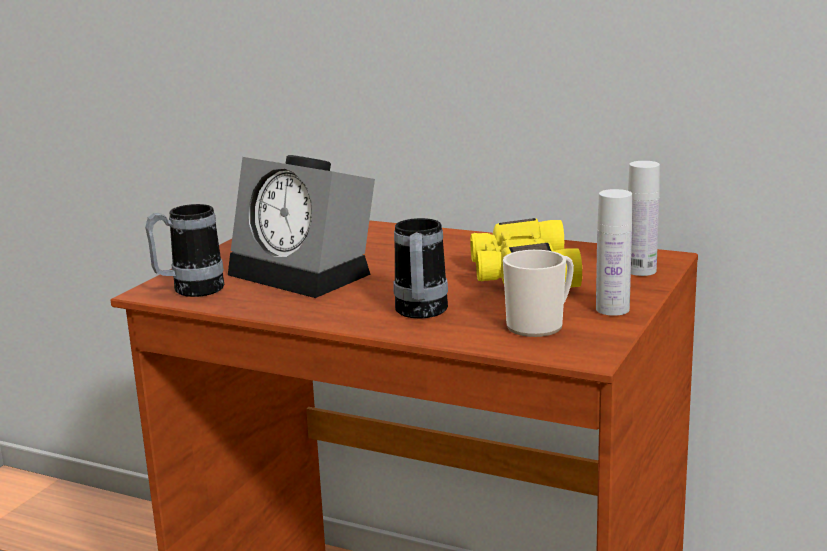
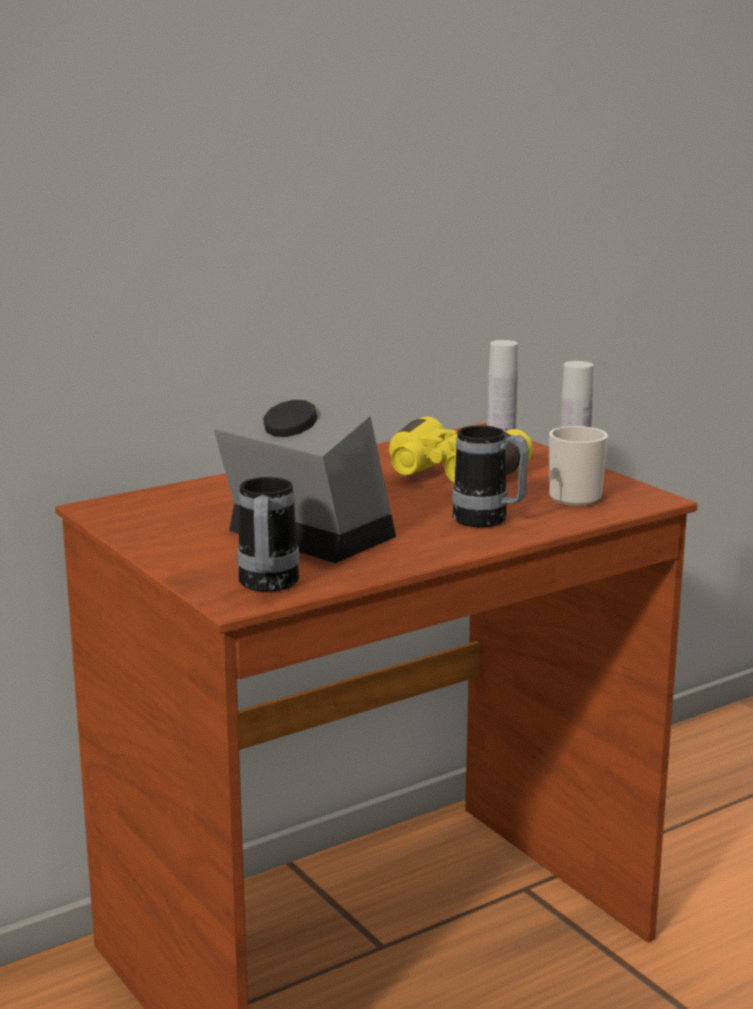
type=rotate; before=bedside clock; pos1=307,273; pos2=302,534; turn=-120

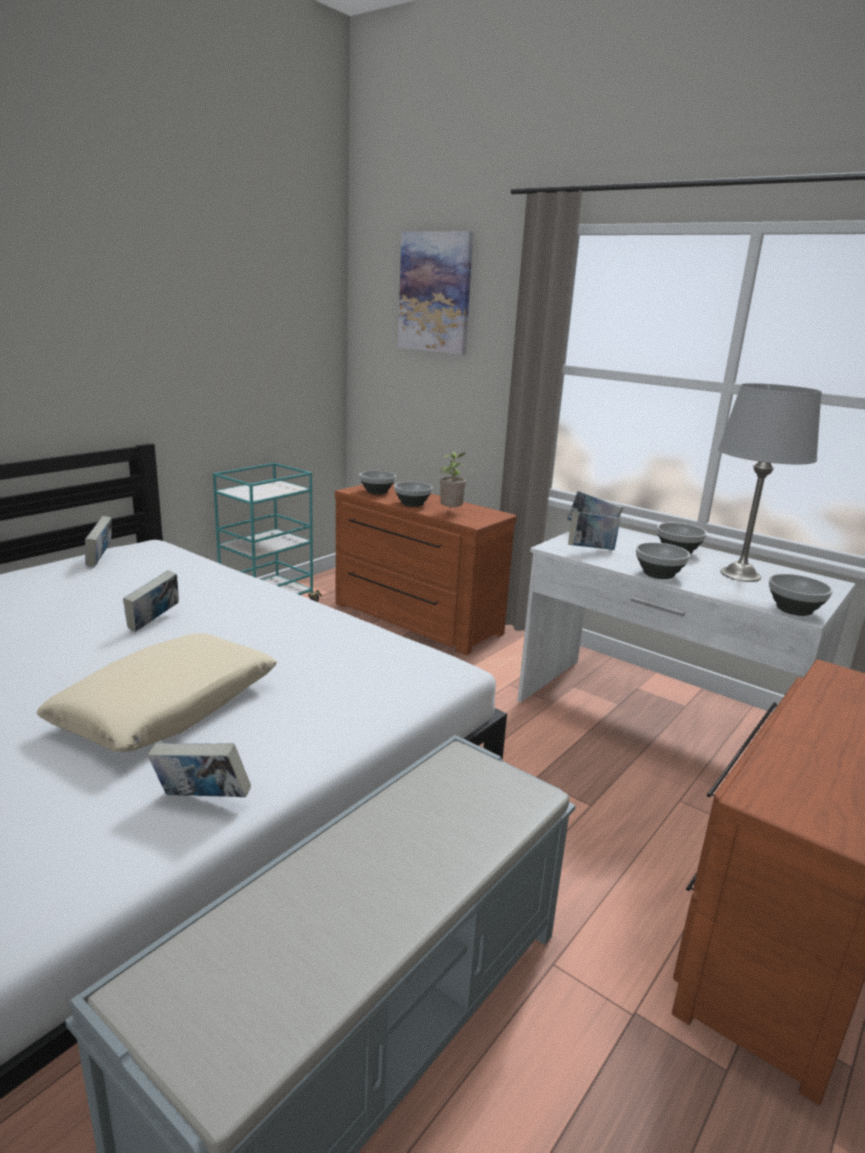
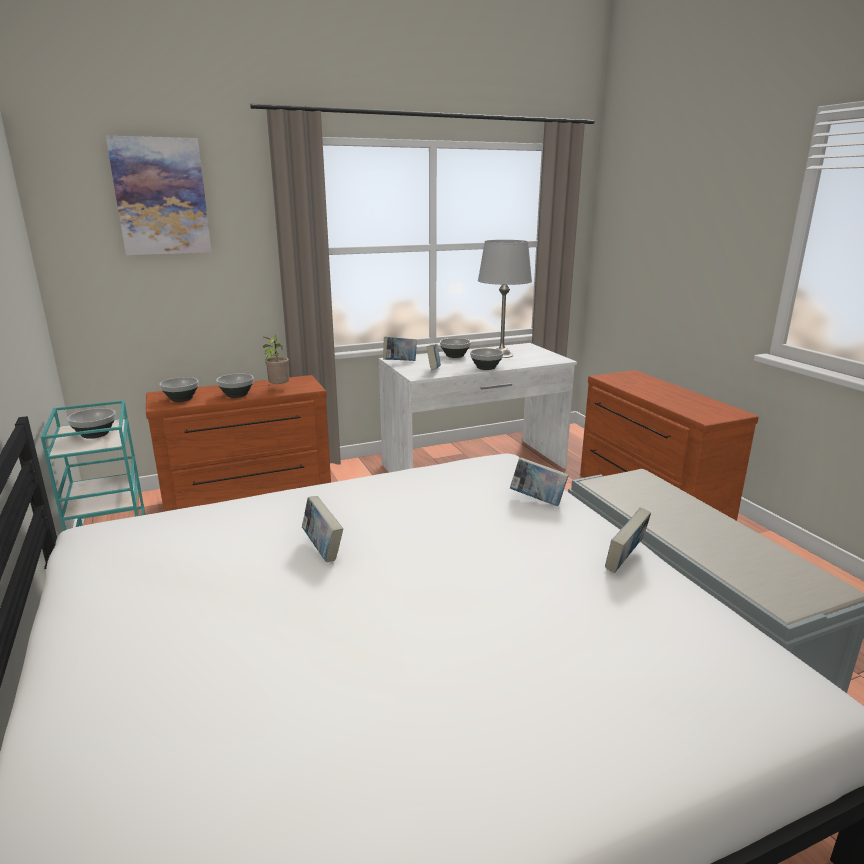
type=delete; before=beige-coloured pillow; pos1=167,708
type=move; before=volume; pos1=101,559; pos2=537,500
type=move; before=bowl; pos1=793,609; pos2=94,434

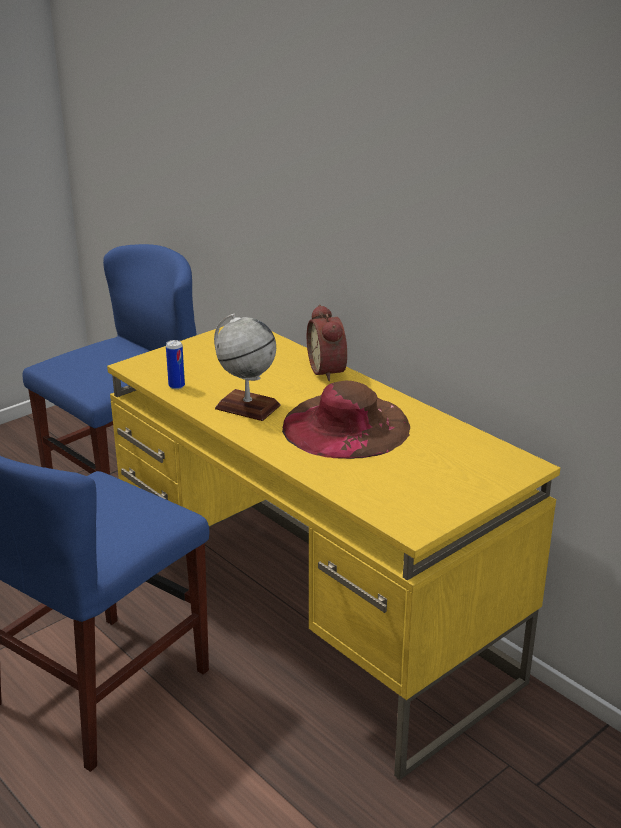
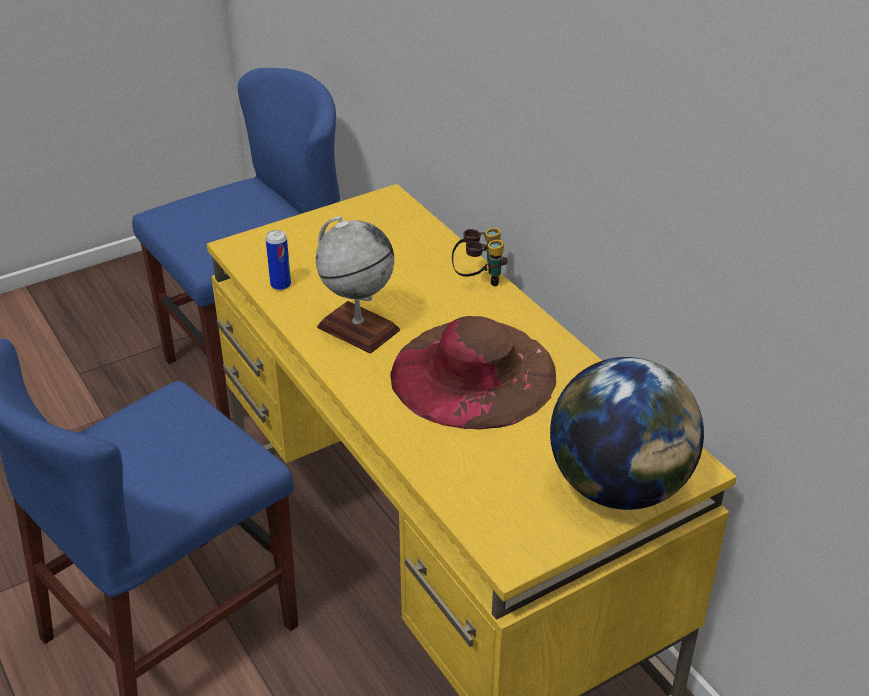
type=insert; after=desk globe; pos2=619,487
type=replace; before=bedside clock; after=field glasses; pos1=330,370; pos2=479,279

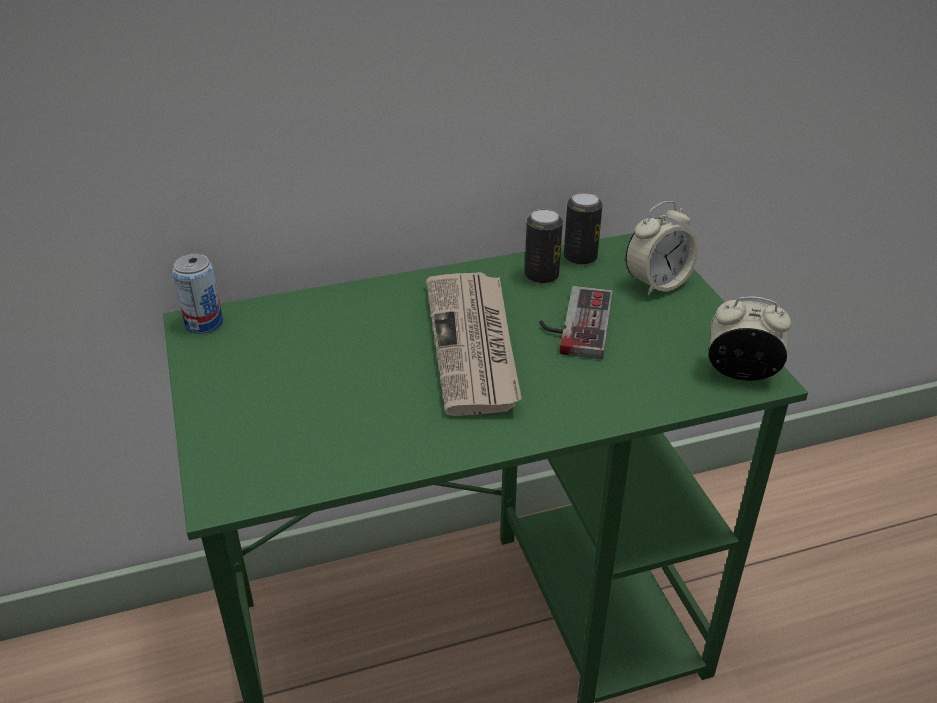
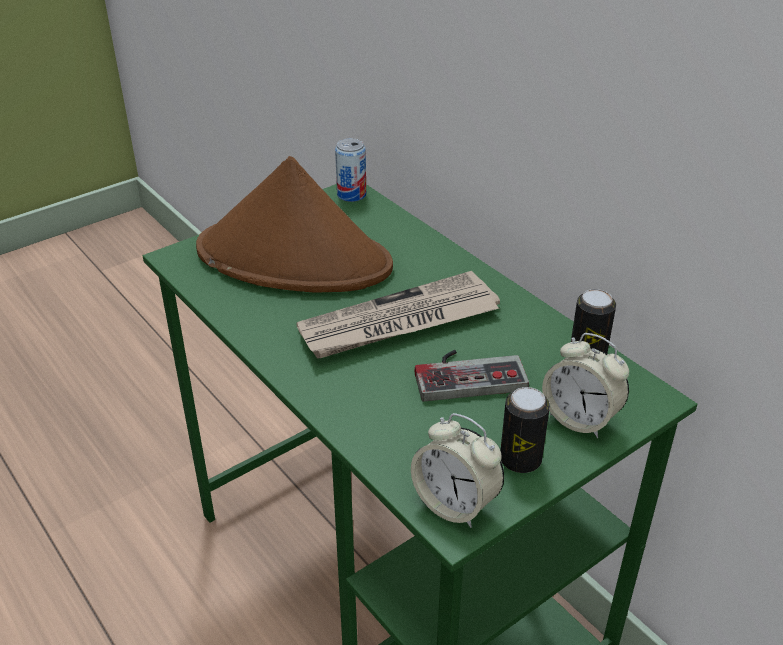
type=insert; after=brown clothing hat; pos2=295,258
type=move; before=metal can; pos1=541,276; pos2=520,460
type=rotate; before=bedside clock; pos1=741,372; pos2=455,504; turn=135

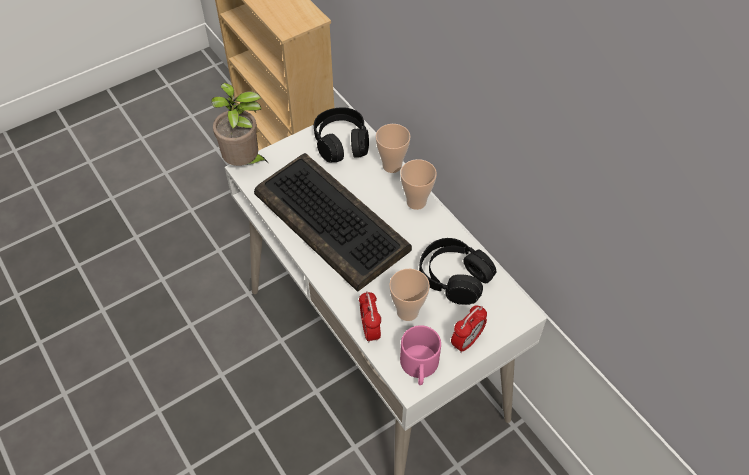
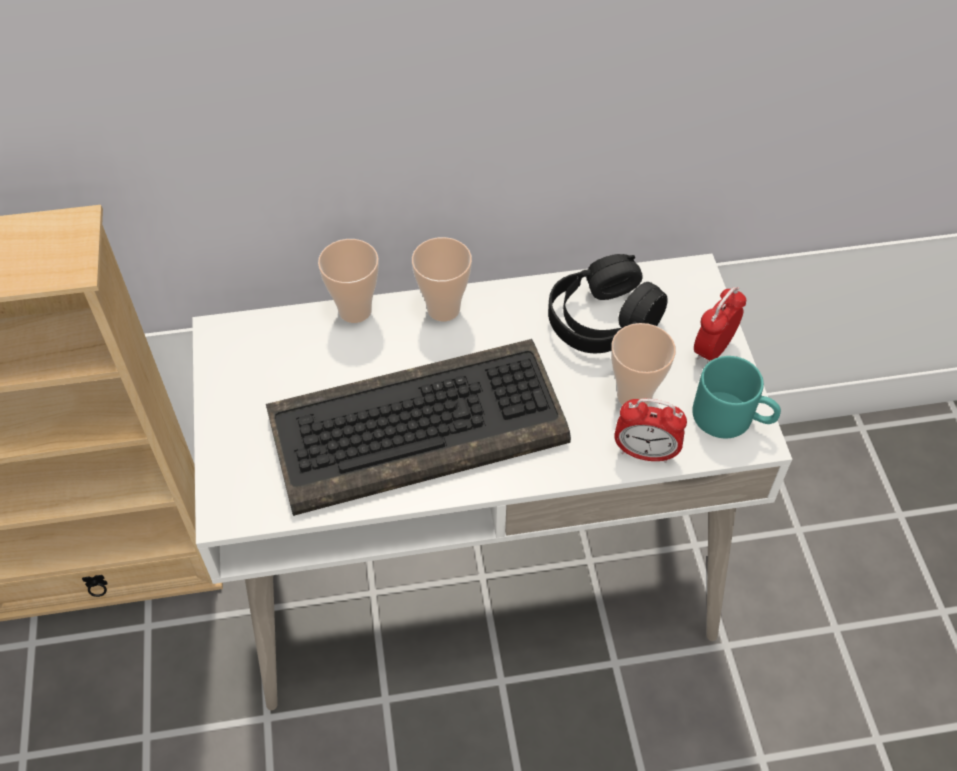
type=delete; before=houseplant; pos1=245,163
type=delete; before=black-coloured headphones; pos1=341,143
type=recolor; before=pinkish mug; after=turquoise mug; pos1=420,367; pos2=733,417
type=rotate; before=bedside clock; pos1=466,341; pos2=713,349; turn=-120

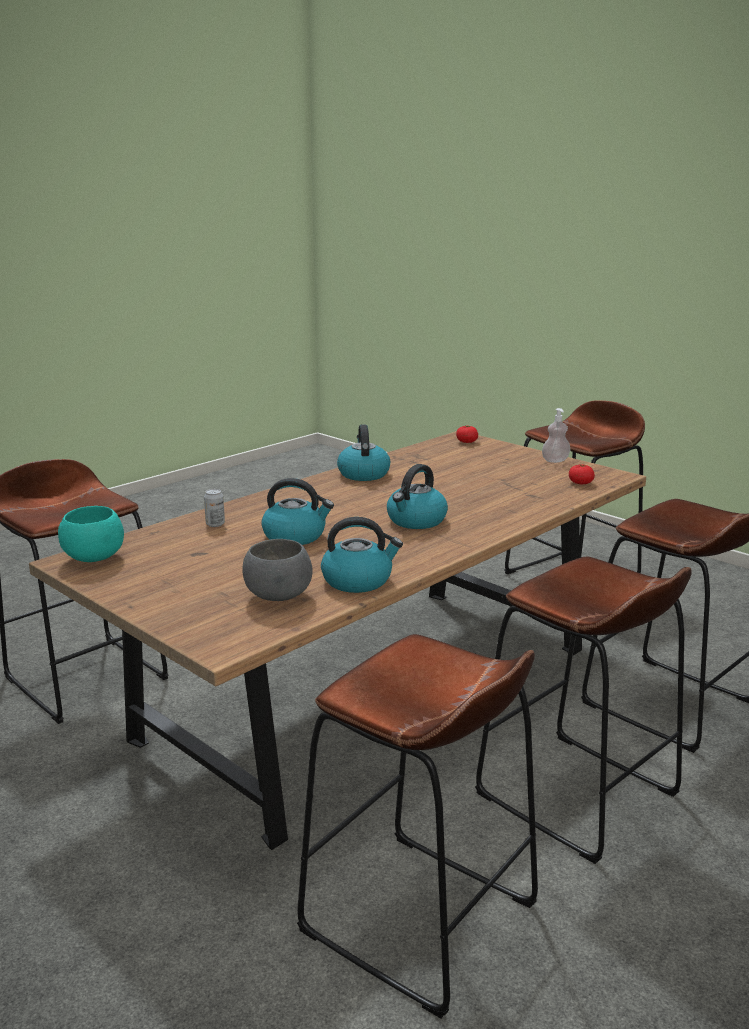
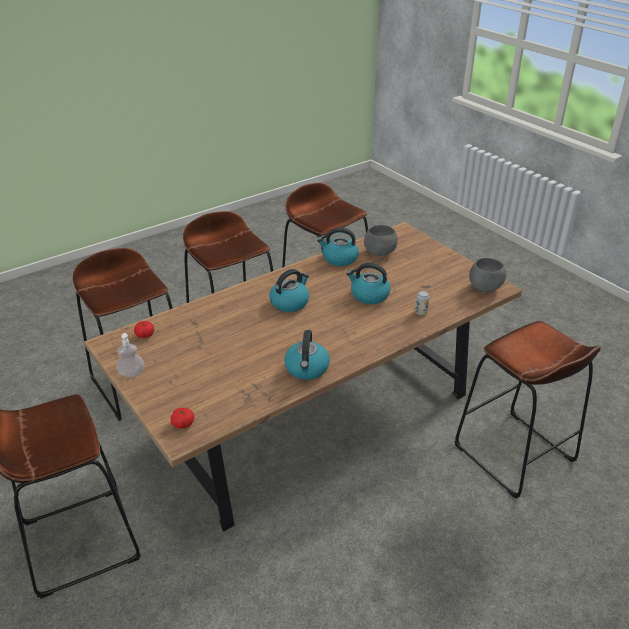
type=recolor; before=turquoise bowl; after=gray bowl; pos1=93,558; pos2=485,288

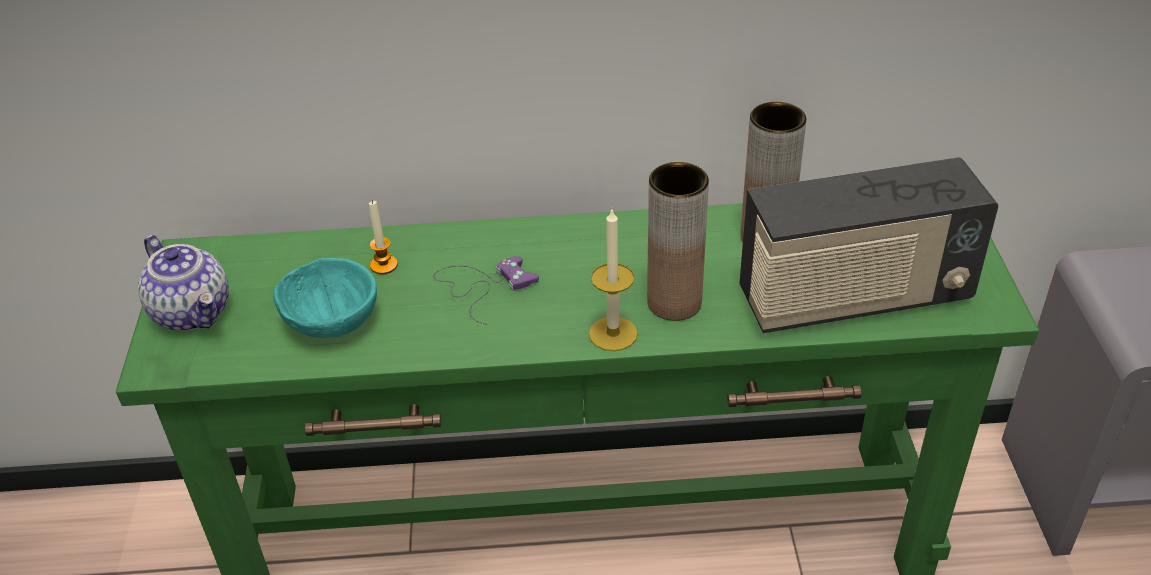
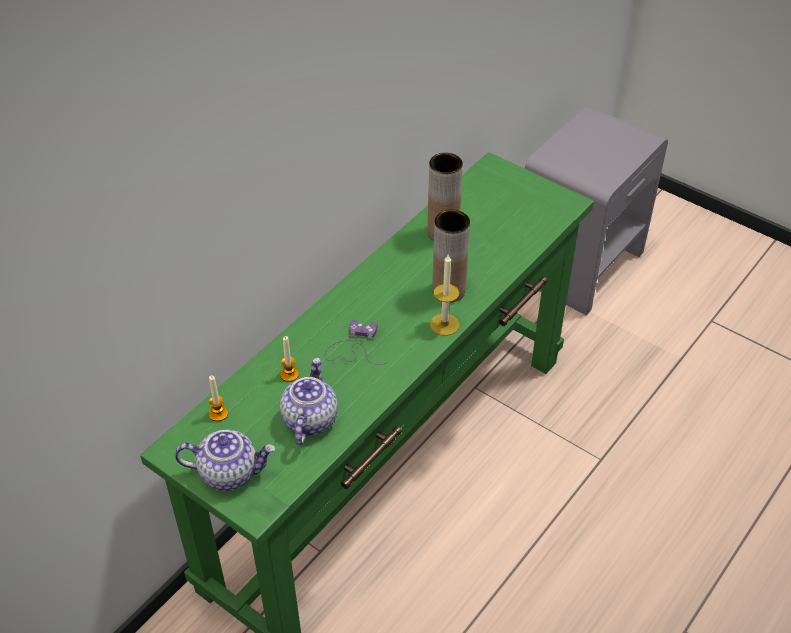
type=delete; before=radio receiver; pos1=853,298
type=insert; after=candle; pos2=218,413
type=replace; before=turquoise bowl; after=tea pot; pos1=331,321; pos2=309,419

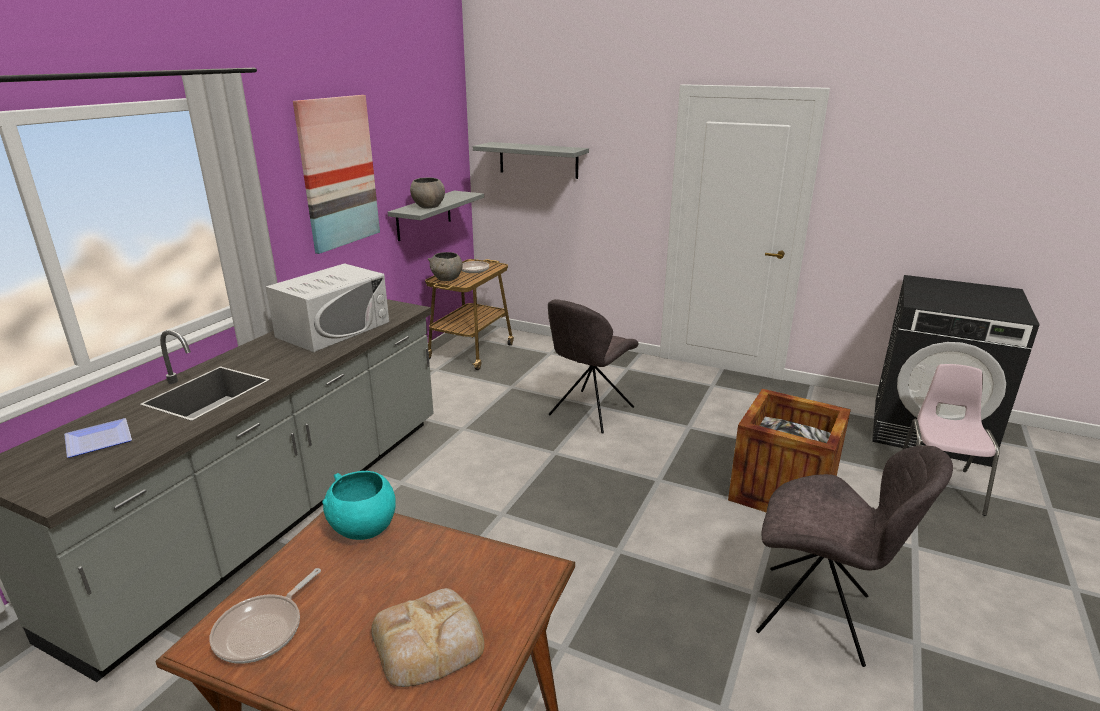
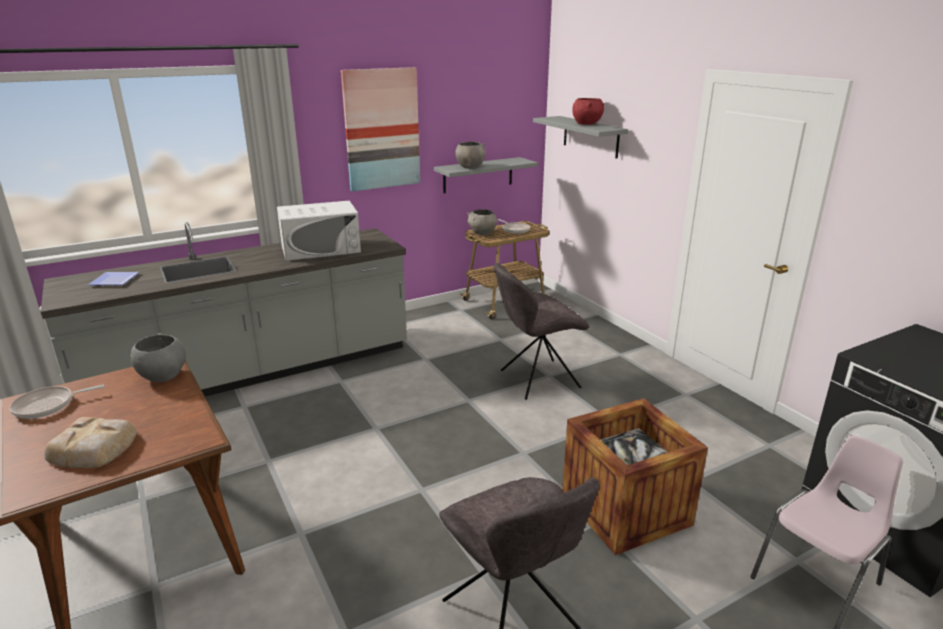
type=insert; after=red bowl; pos2=587,124
type=recolor; before=turquoise bowl; after=gray bowl; pos1=363,529; pos2=163,376

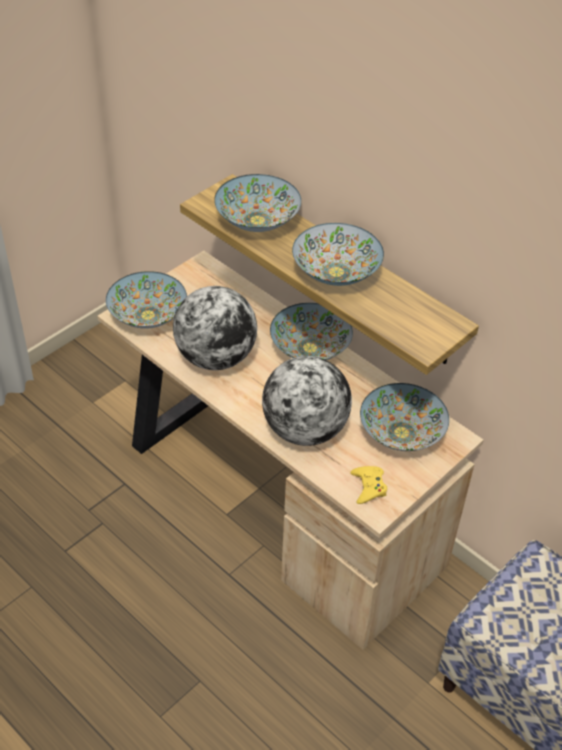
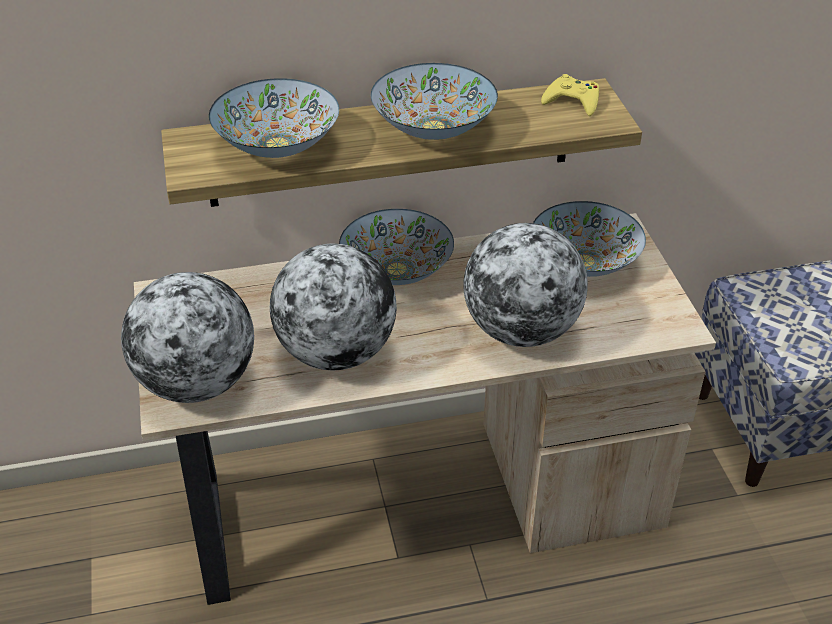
type=move; before=yellow joypad; pos1=368,487; pos2=572,101
type=replace; before=bowl; after=desk globe; pos1=147,316; pos2=197,383

